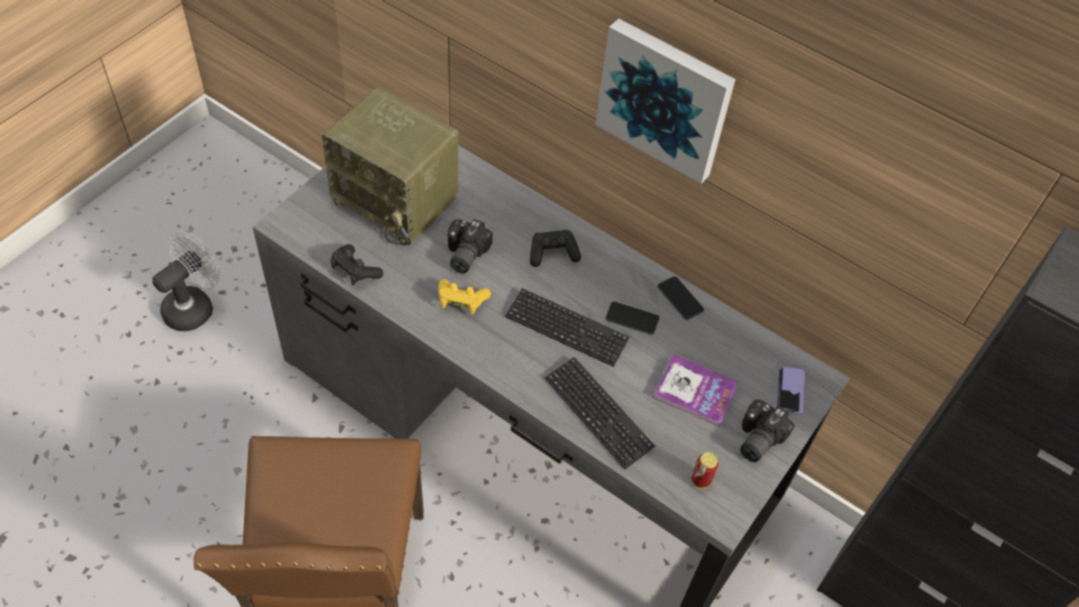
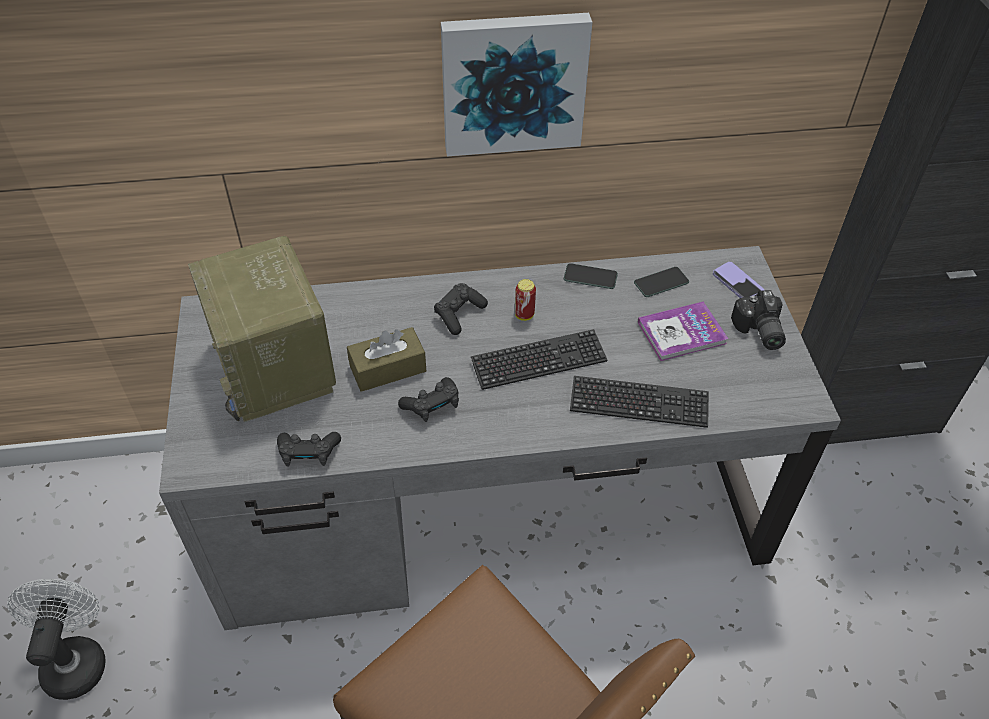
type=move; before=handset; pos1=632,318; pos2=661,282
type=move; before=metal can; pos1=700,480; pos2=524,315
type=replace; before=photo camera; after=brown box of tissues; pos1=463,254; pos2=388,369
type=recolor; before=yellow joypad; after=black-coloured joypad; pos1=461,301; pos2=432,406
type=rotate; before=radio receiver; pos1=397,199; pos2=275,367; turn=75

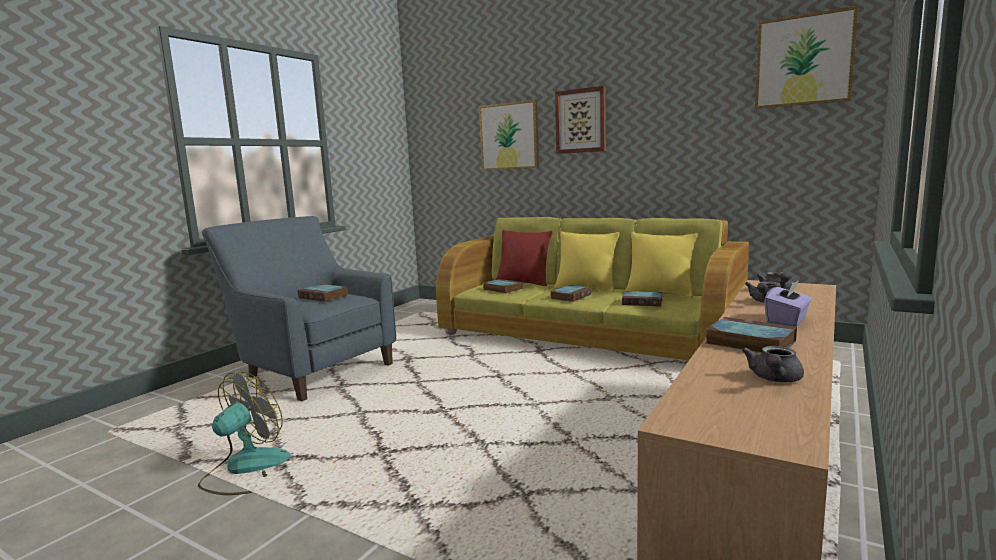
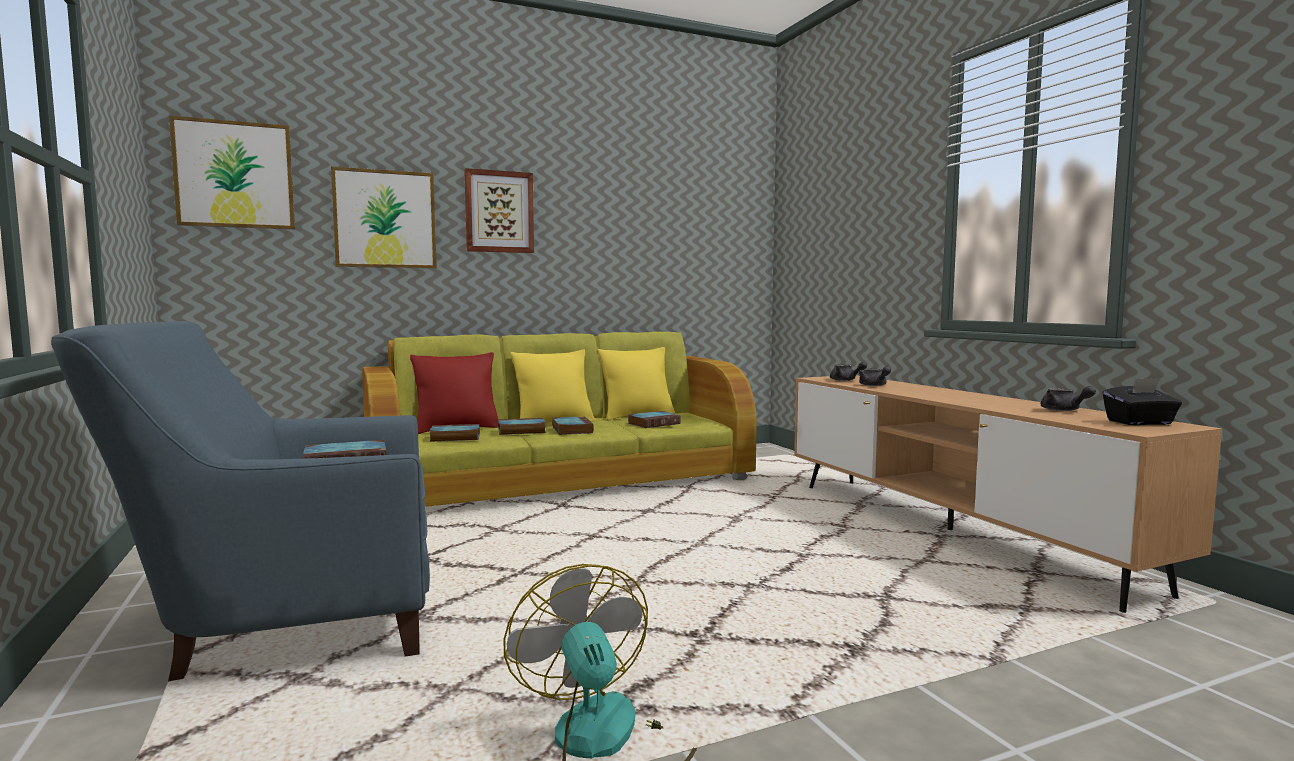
type=delete; before=purple box of tissues; pos1=787,321
type=insert; after=black-coloured box of tissues; pos2=1140,423
type=move; before=volume; pos1=748,342; pos2=520,431
type=move; before=wall art; pos1=803,60; pos2=235,175

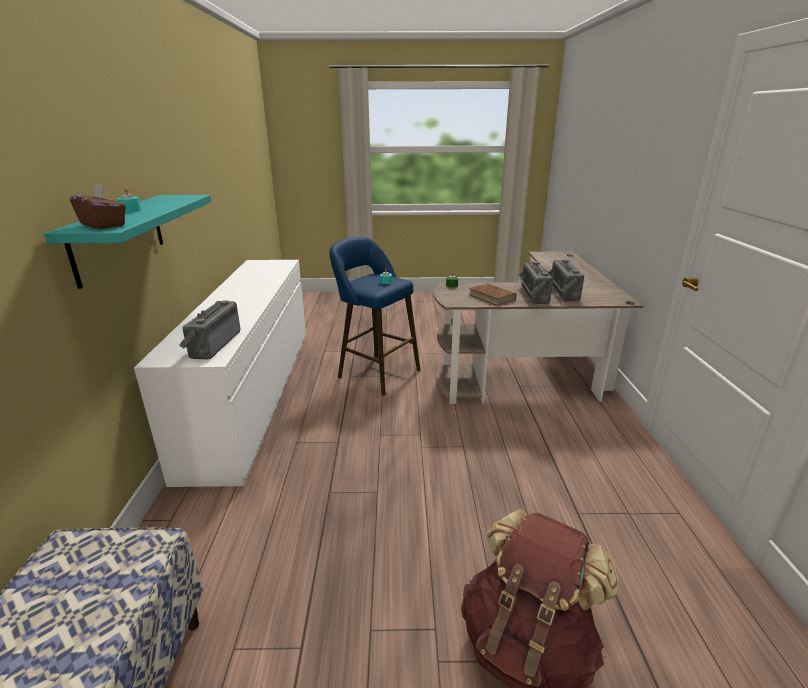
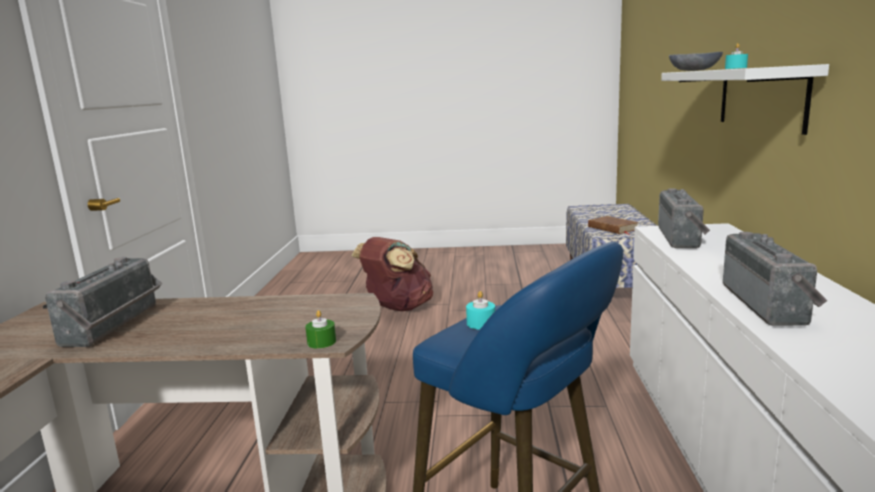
type=move; before=brown volume; pos1=491,297; pos2=612,228
type=move; before=radio receiver; pos1=531,295; pos2=769,304
type=replace; before=brown box of tissues; after=gray bowl; pos1=104,225; pos2=694,70
type=recolor; before=turquoise wall shelf; after=white wall shelf; pos1=119,237; pos2=761,97

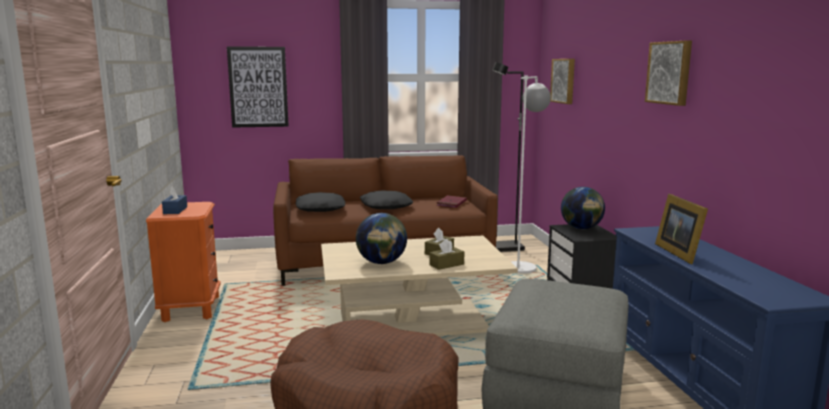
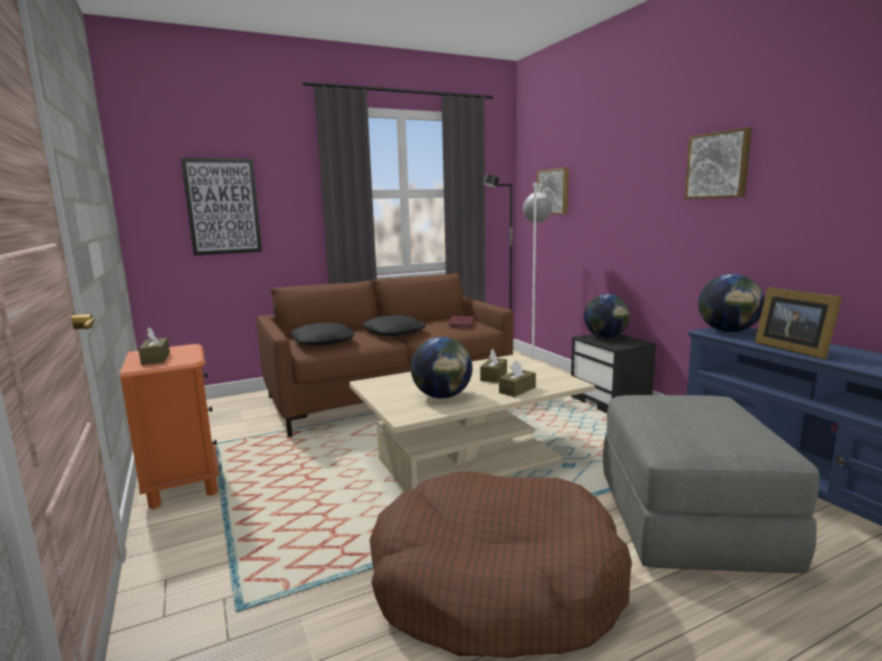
type=insert; after=desk globe; pos2=728,331
type=recolor; before=blue box of tissues; after=brown box of tissues; pos1=175,210; pos2=156,359

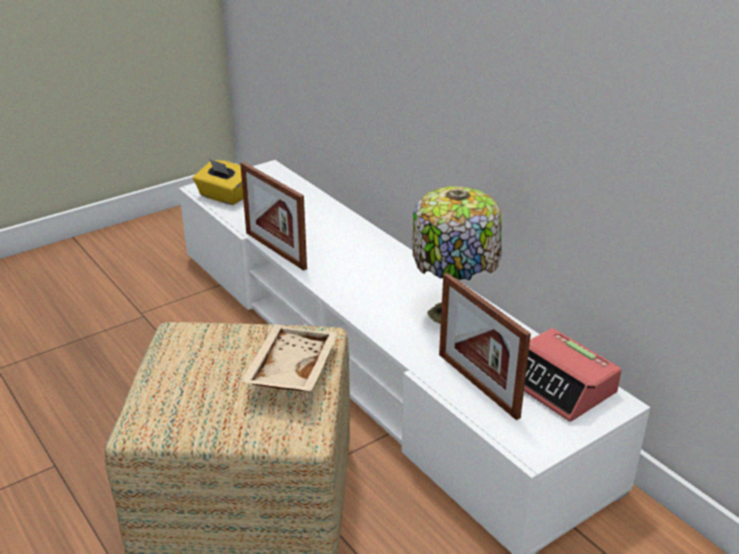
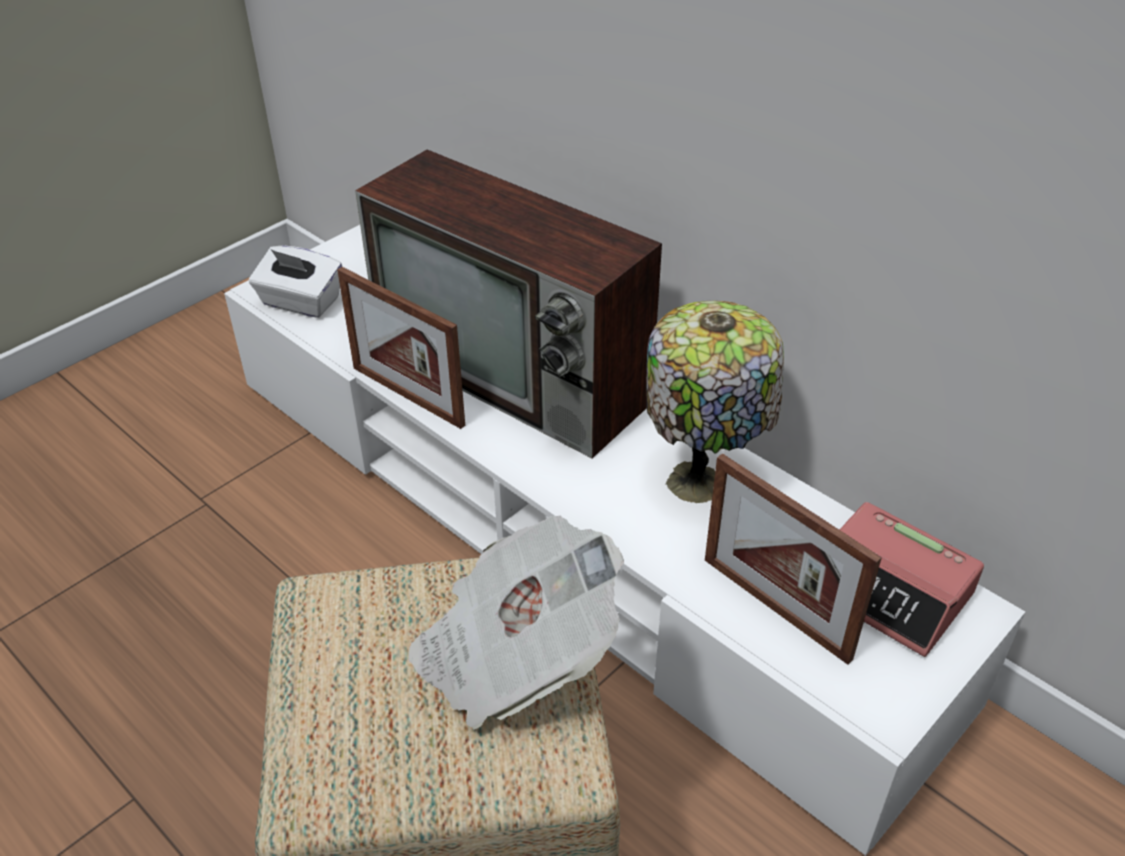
type=insert; after=TV; pos2=516,375
type=replace; before=beige-coloured carrying tray; after=newspaper; pos1=290,370; pos2=515,653
type=recolor; before=yellow box of tissues; after=white box of tissues; pos1=224,196; pos2=300,302

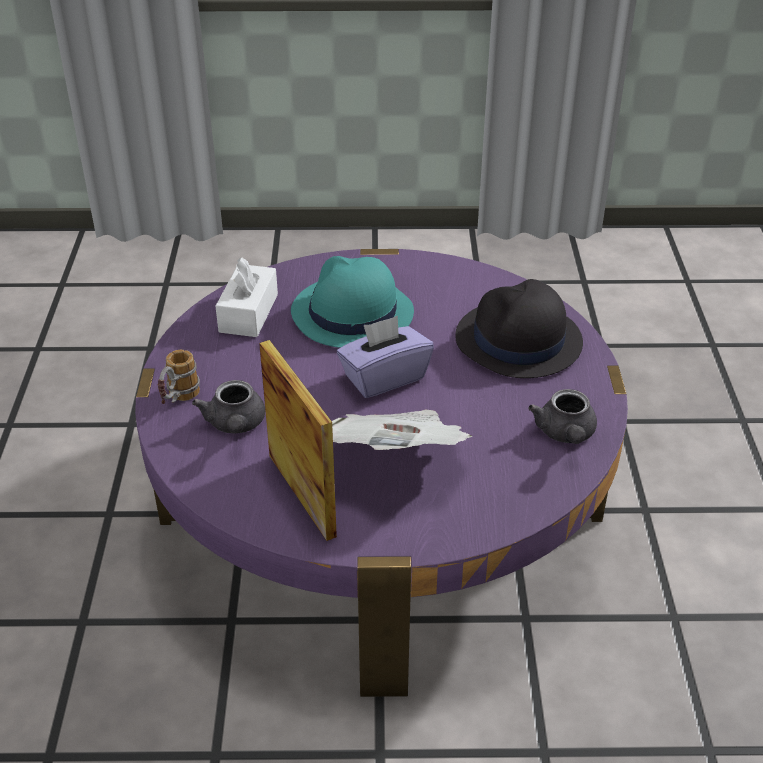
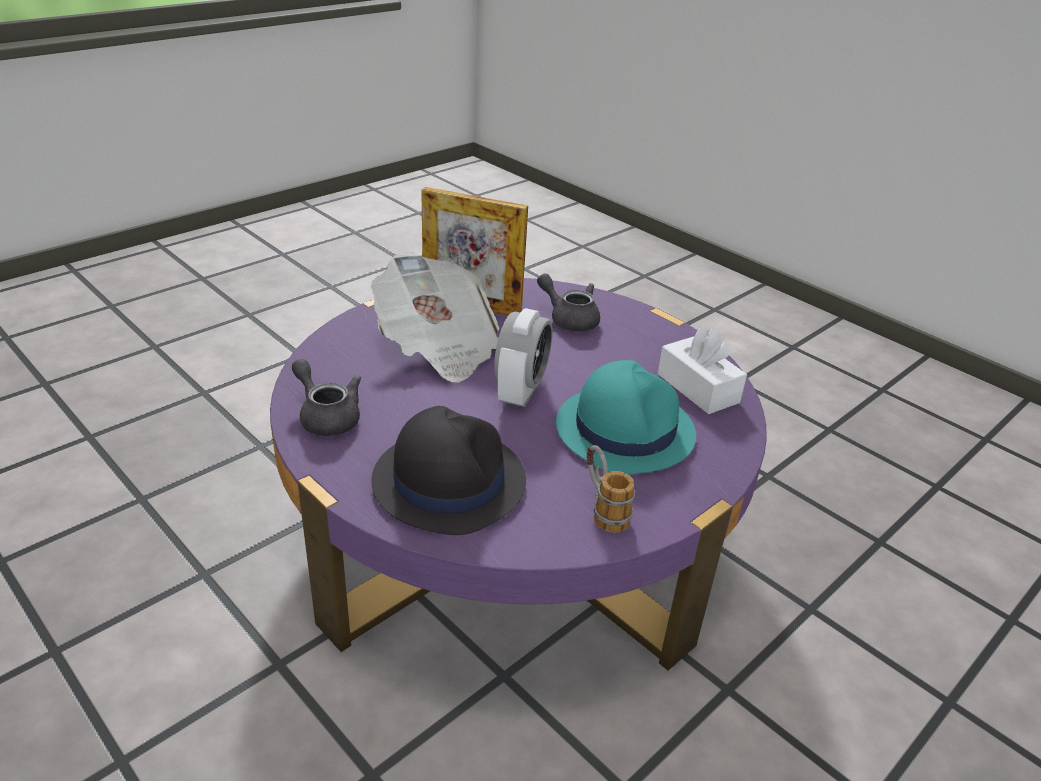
type=move; before=mug; pos1=178,400; pos2=602,509
type=replace; before=purple box of tissues; after=bedside clock; pos1=384,377; pos2=521,391

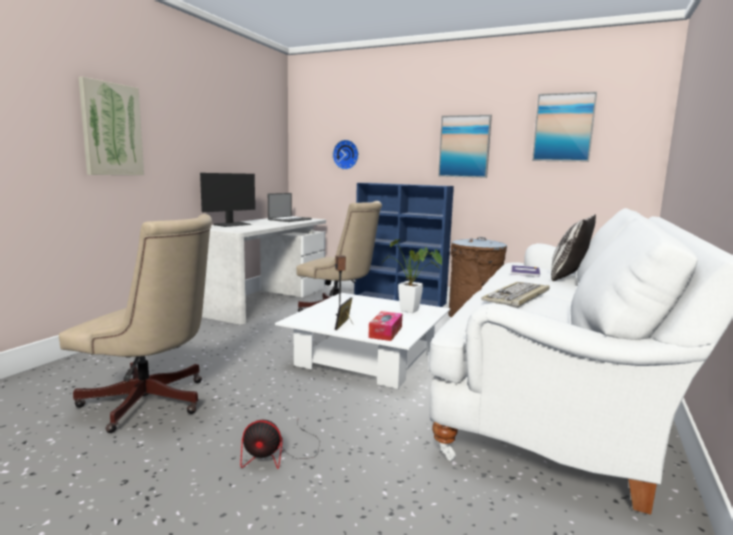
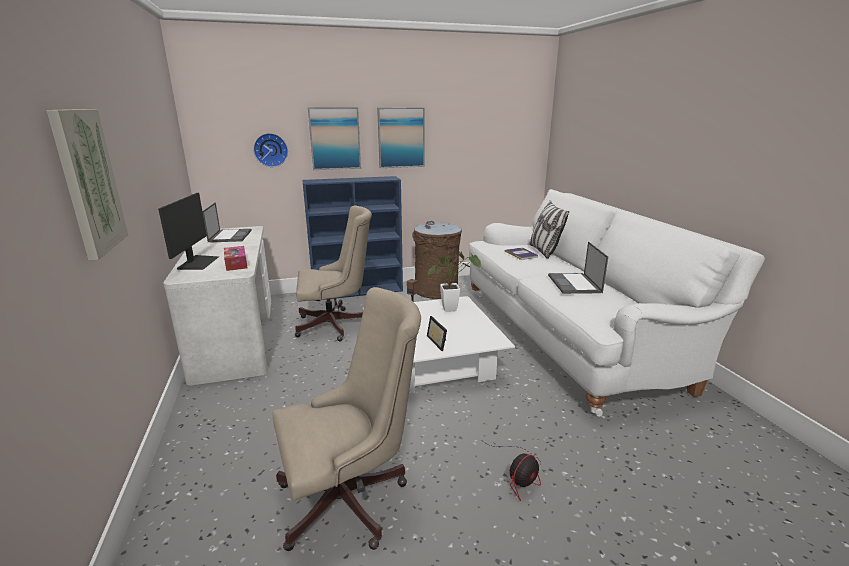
type=move; before=box of tissues; pos1=385,332; pos2=236,263
type=move; before=wall art; pos1=563,127; pos2=335,138
type=replace; before=PC keyboard; after=notebook computer; pos1=517,297; pos2=574,284

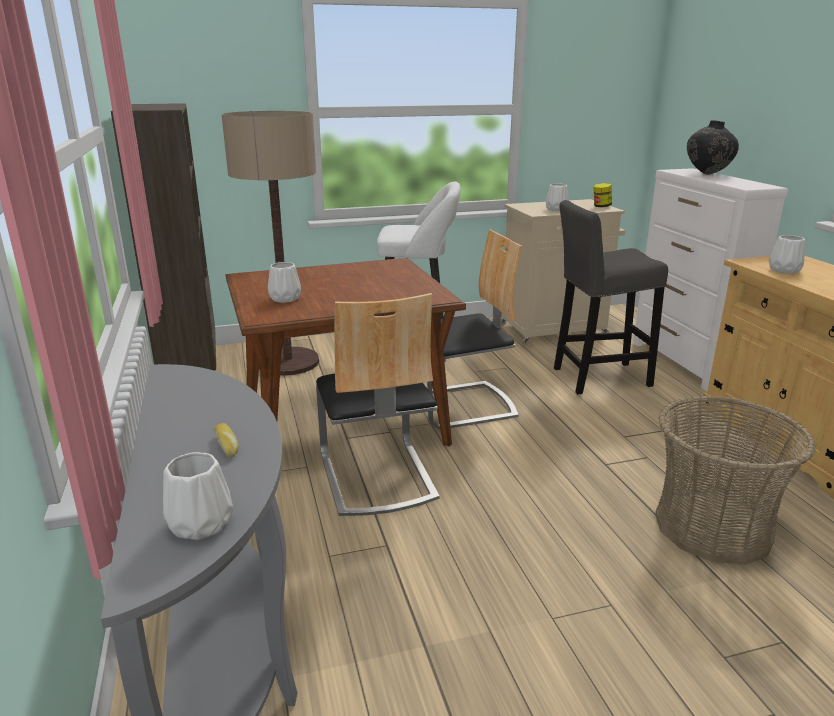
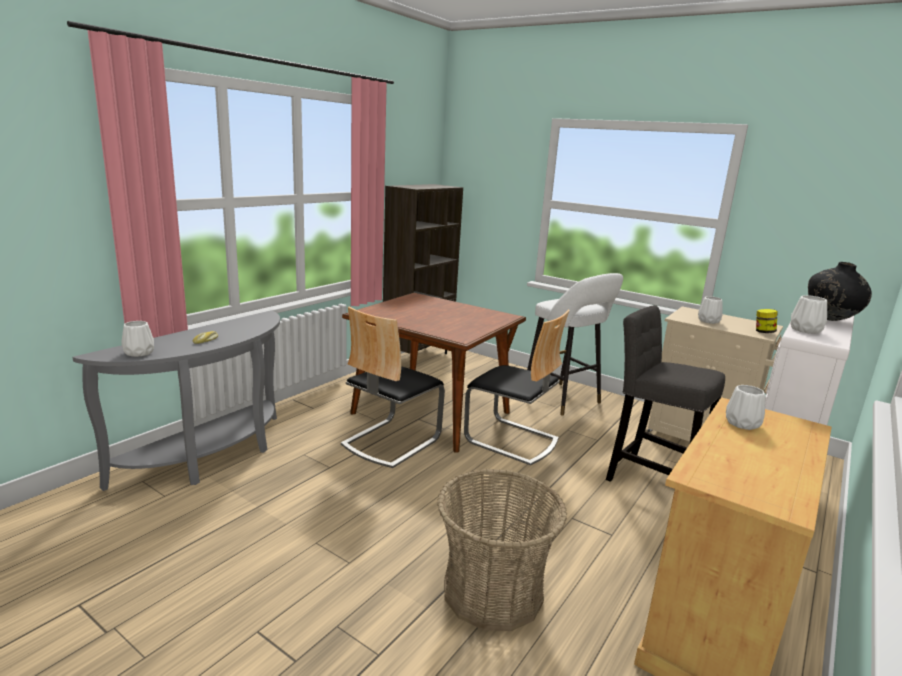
type=delete; before=floor lamp; pos1=288,362
type=move; before=white flower vase; pos1=284,299; pos2=804,330

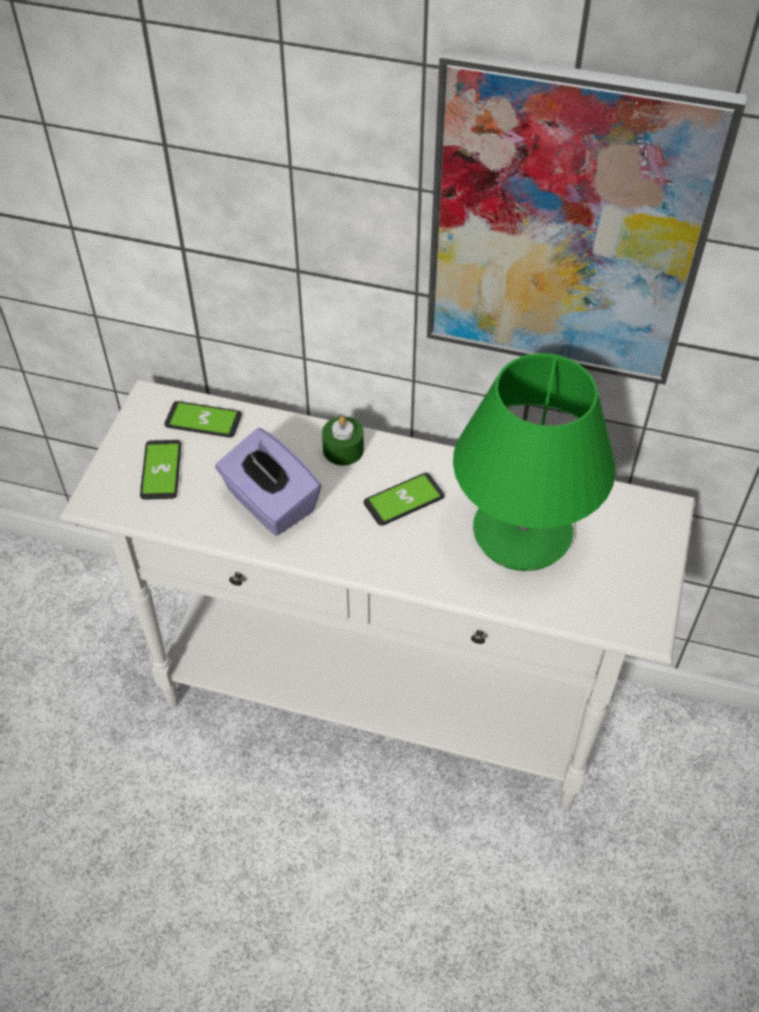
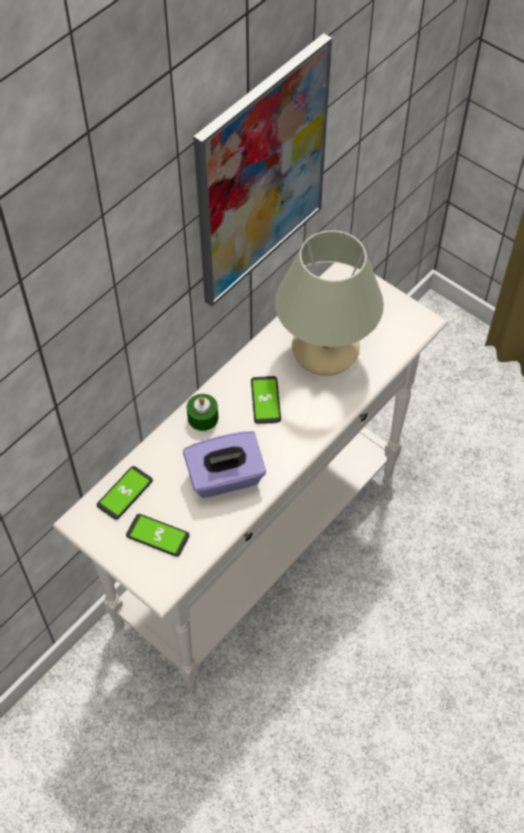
type=recolor; before=greenish lamp for a table; after=beige-coloured lamp for a table; pos1=523,532; pos2=325,348

